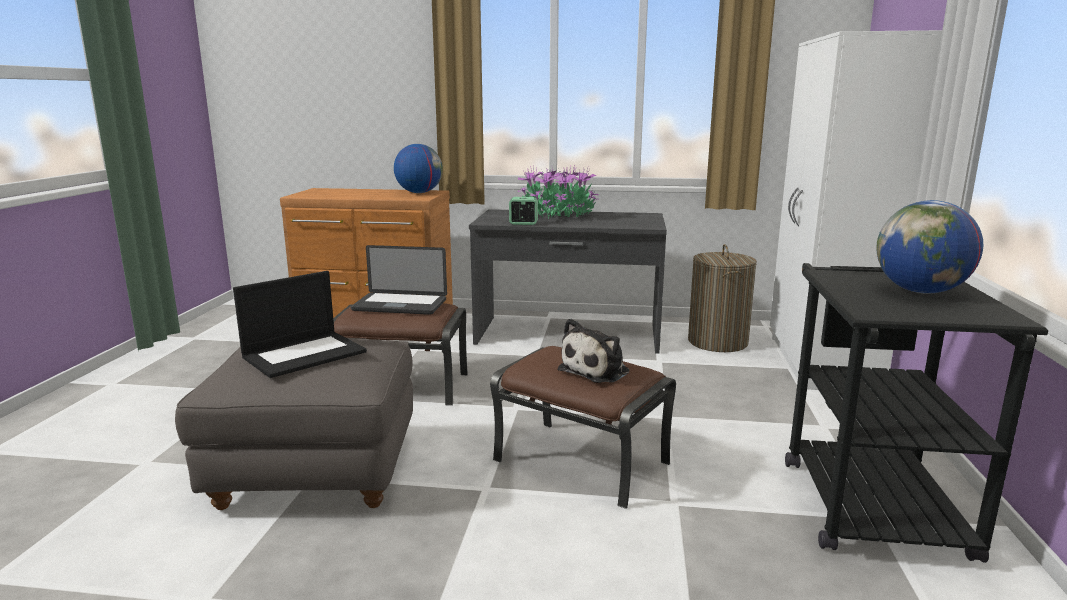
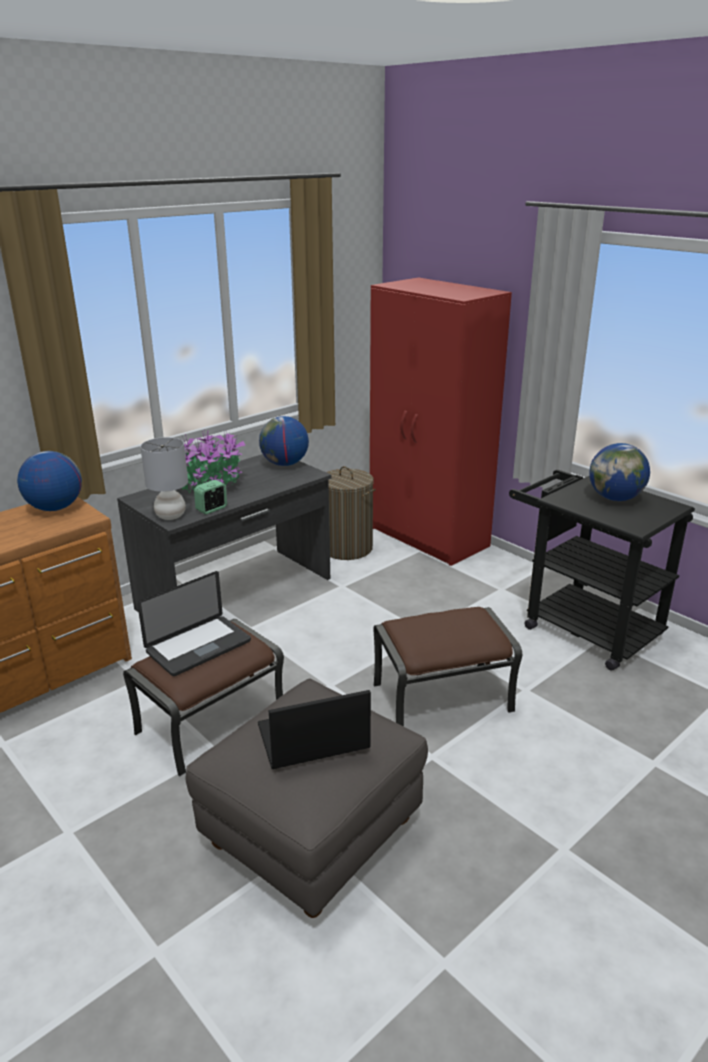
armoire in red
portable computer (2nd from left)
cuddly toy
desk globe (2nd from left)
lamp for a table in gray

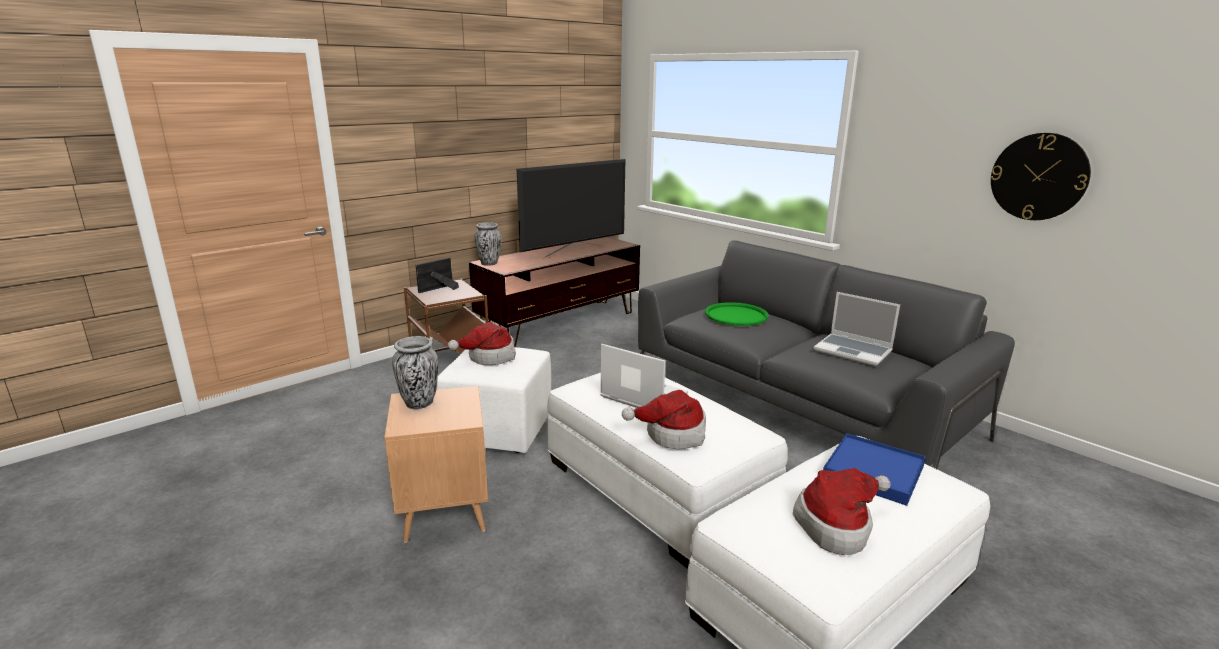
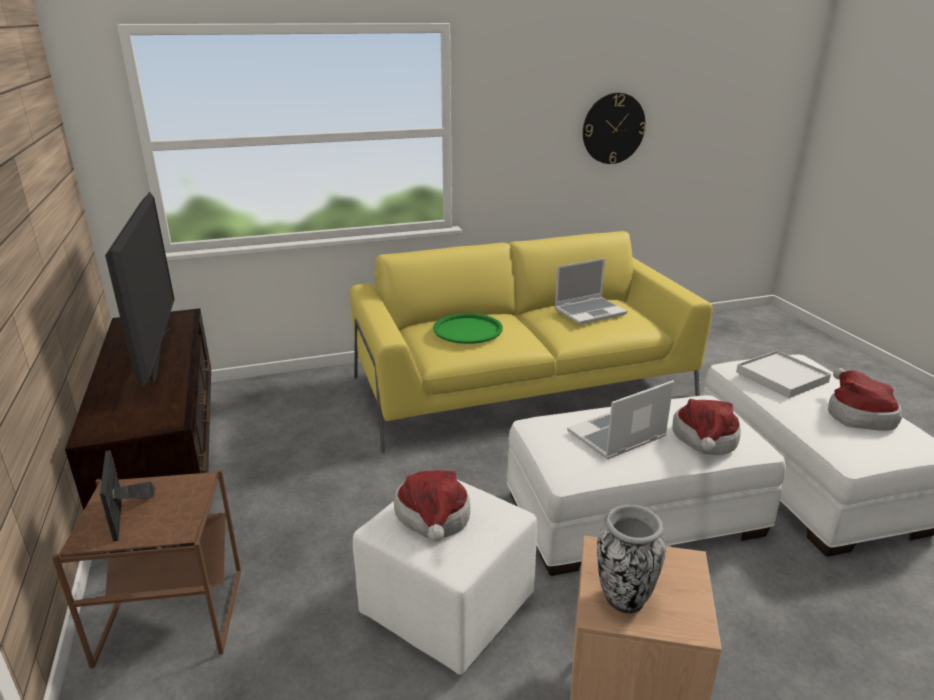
flower vase (2nd from left in the first image)
sofa in yellow-coloured
serving tray in white-coloured

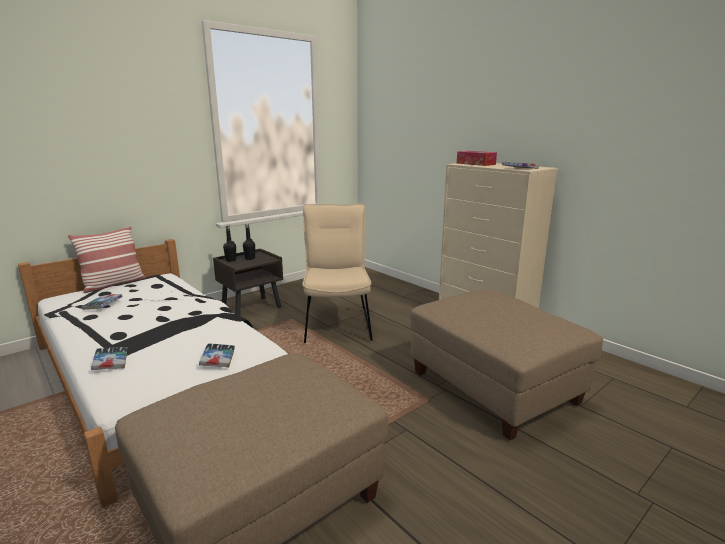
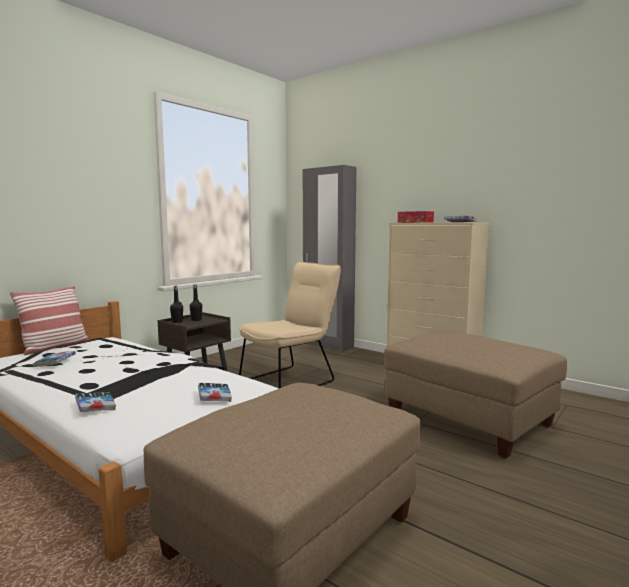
plain chair in beige-coloured
armoire in gray

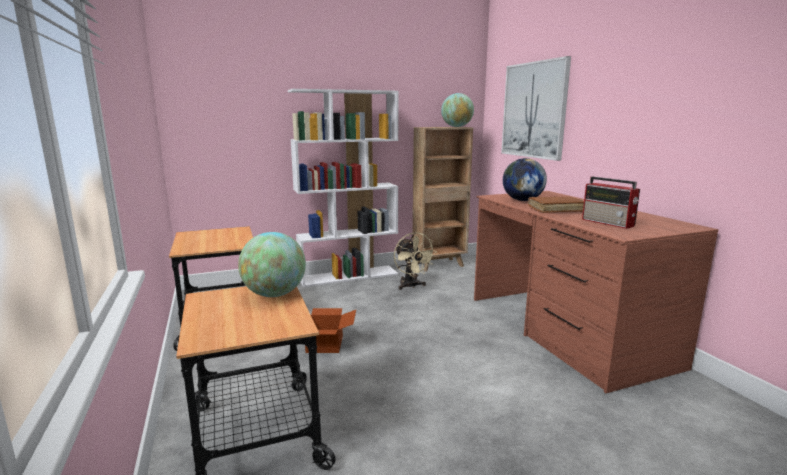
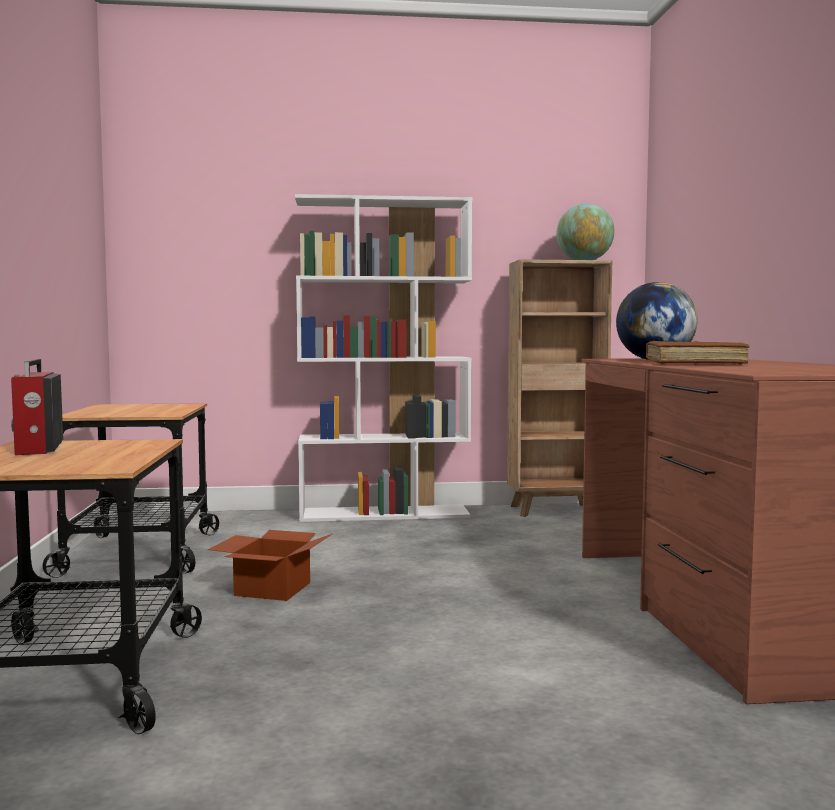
wall art
radio receiver
desk globe (1st from left in the first image)
cooling fan in beige-coloured

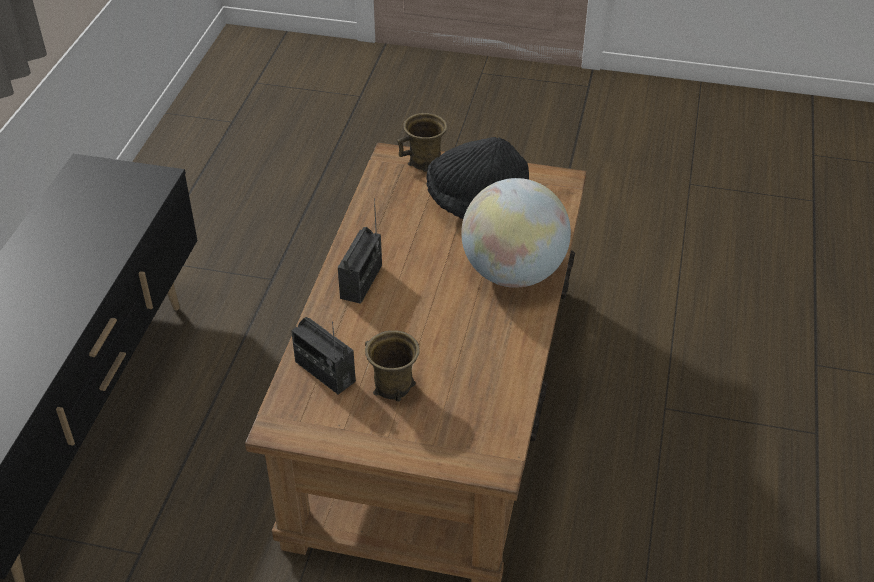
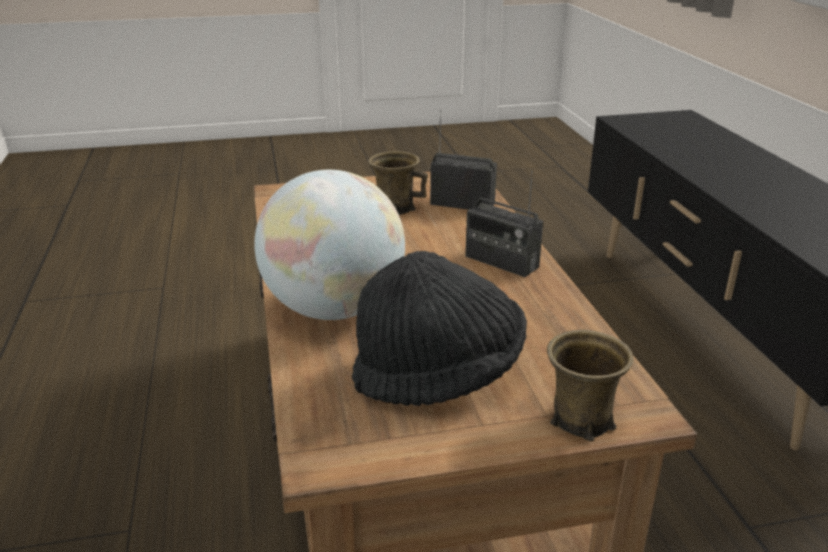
radio receiver (2nd from left)

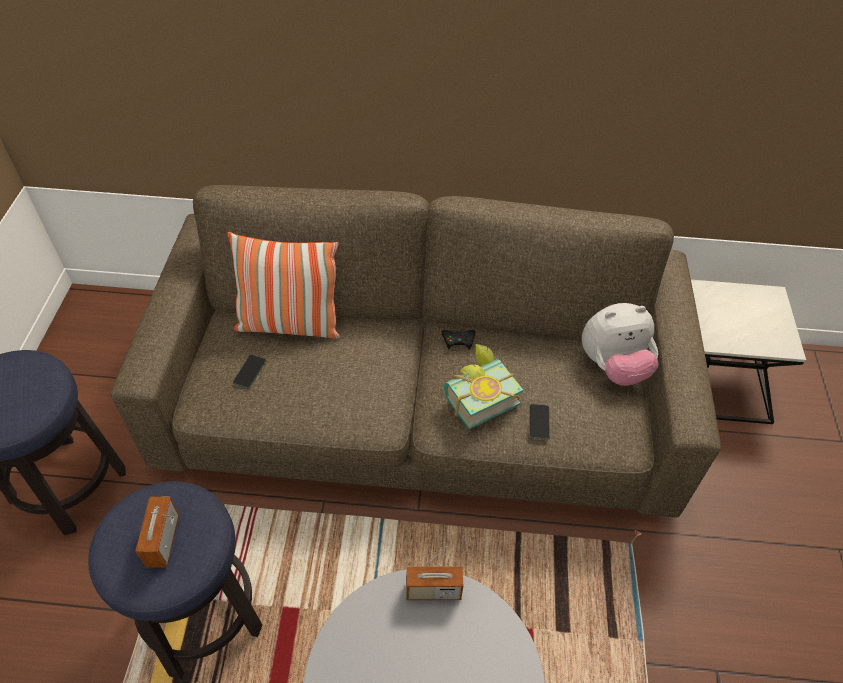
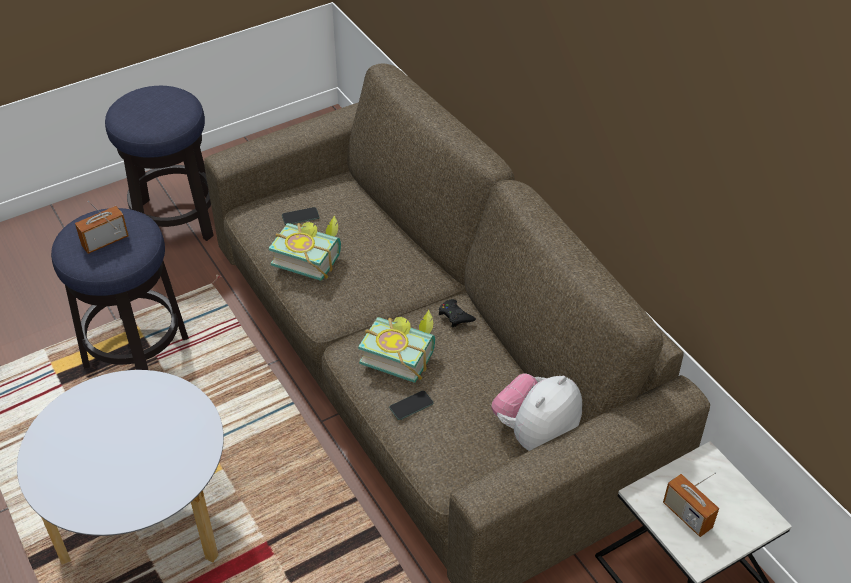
cushion
cuddly toy
radio receiver (2nd from left)
volume (1st from left)

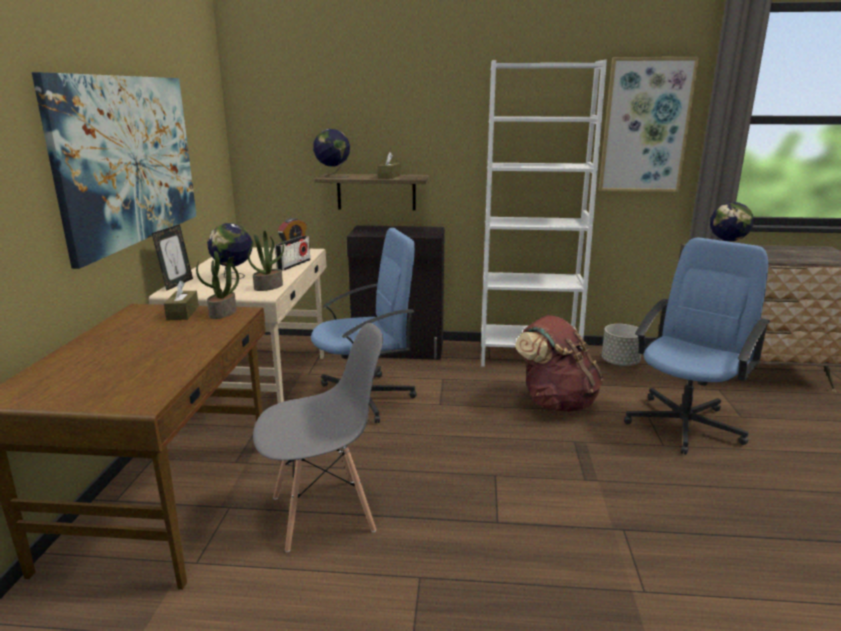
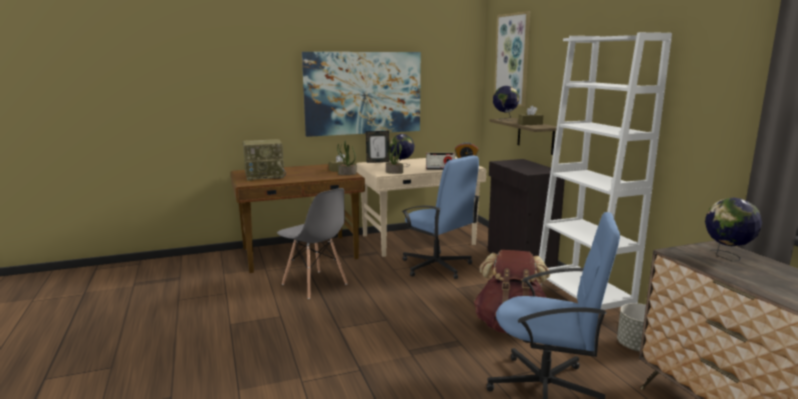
wall art (2nd from left)
radio receiver (1st from left)

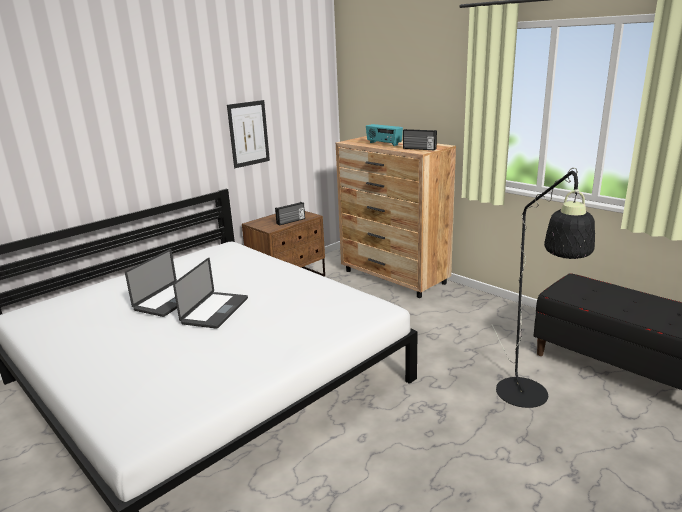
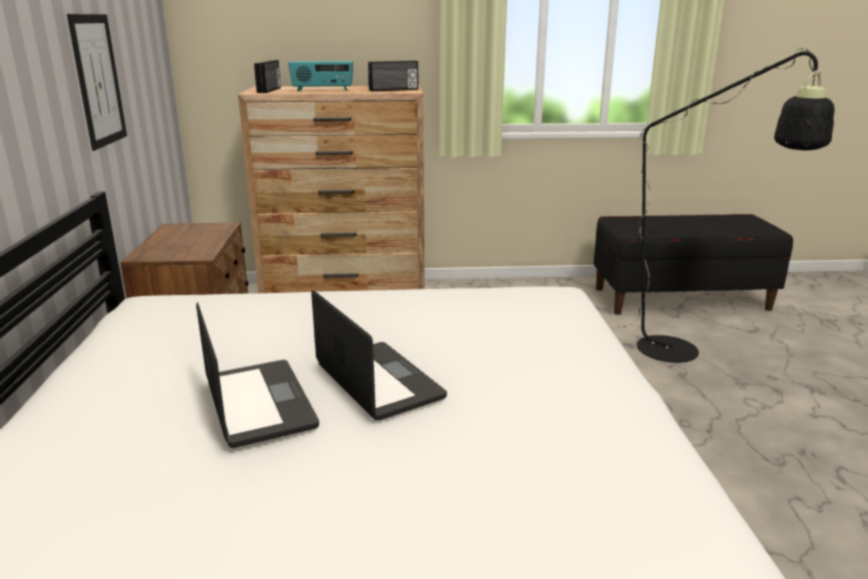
radio receiver (1st from left)

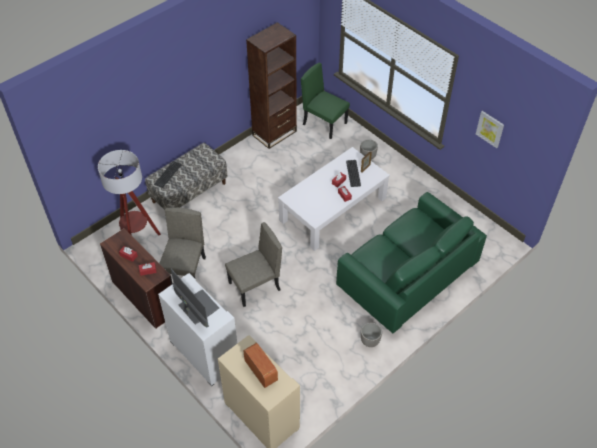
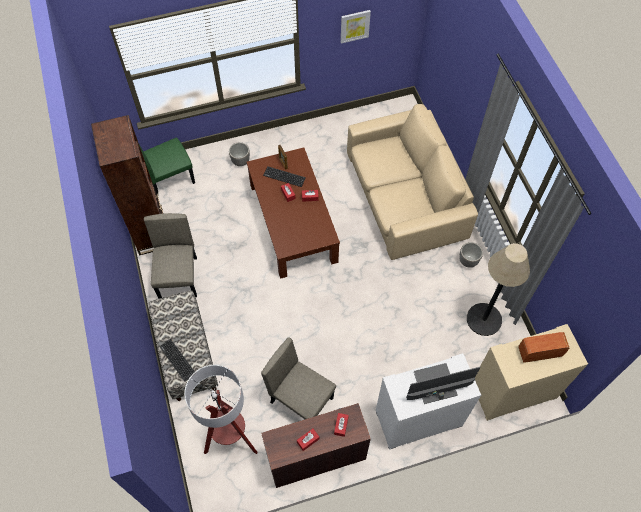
low table in brown
sofa in beige-coloured
plain chair in beige-coloured (1st from left)
standard lamp (2nd from left)

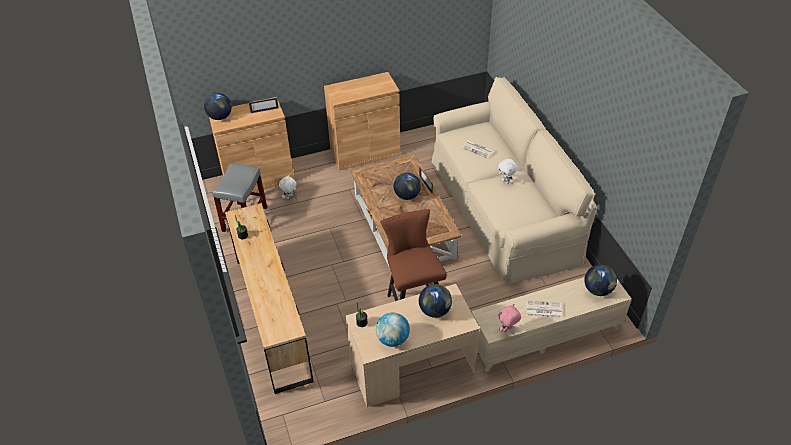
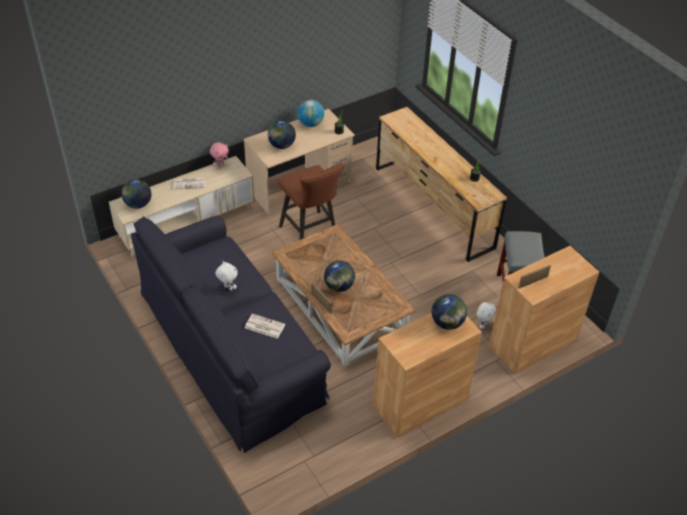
sofa in black
desk globe (5th from left)

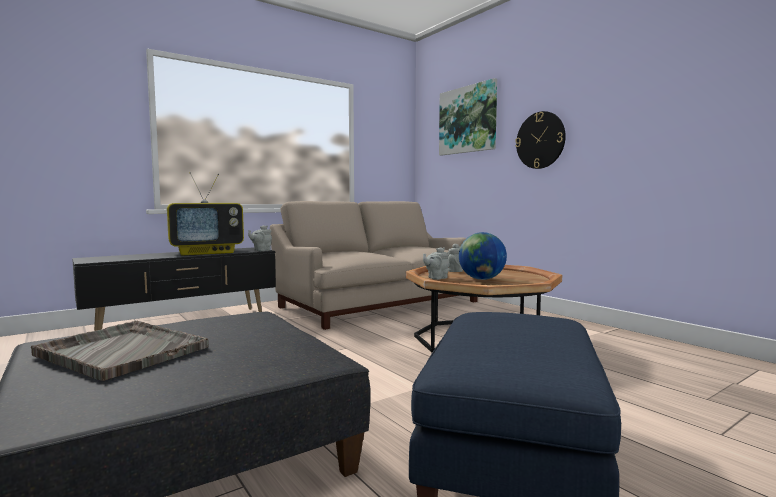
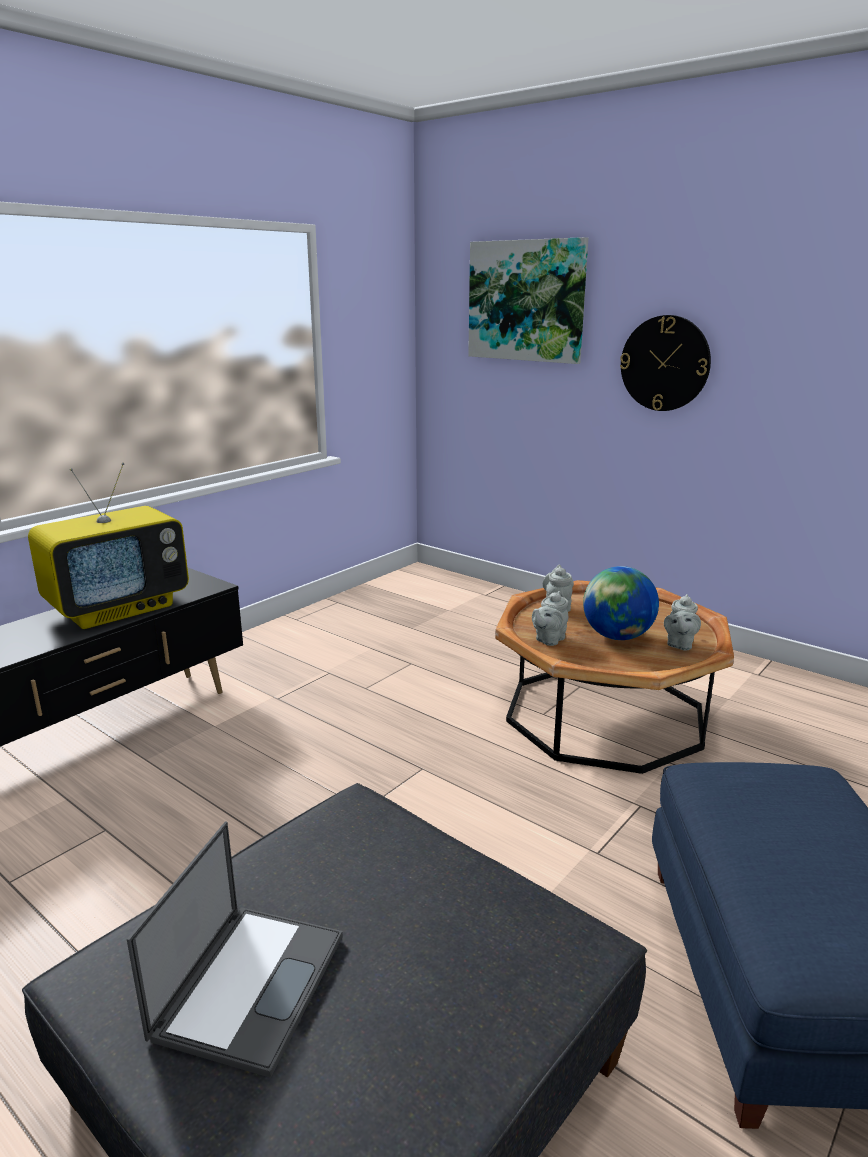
sofa in beige-coloured
tea pot in gray (3rd from left)
portable computer

